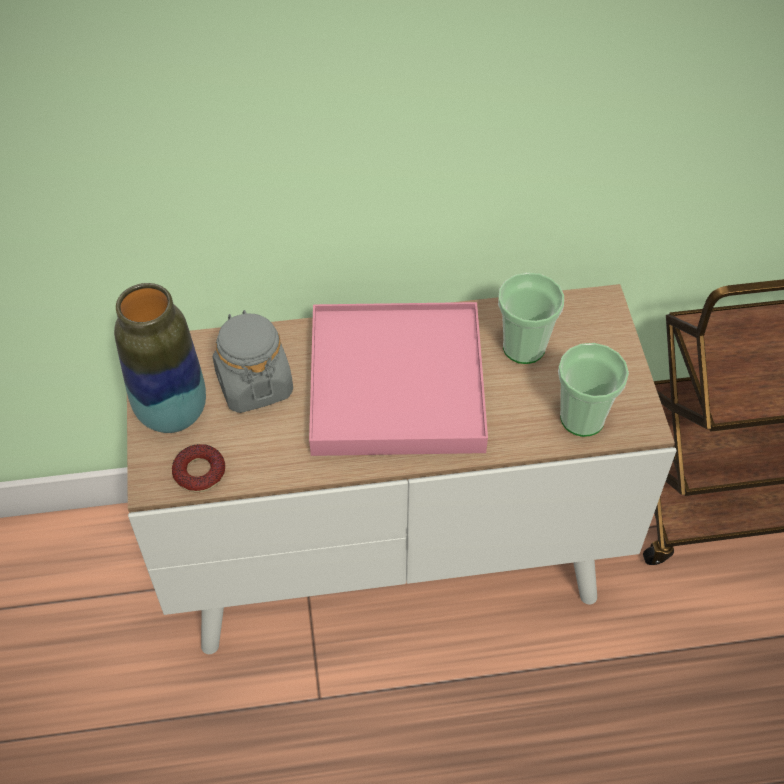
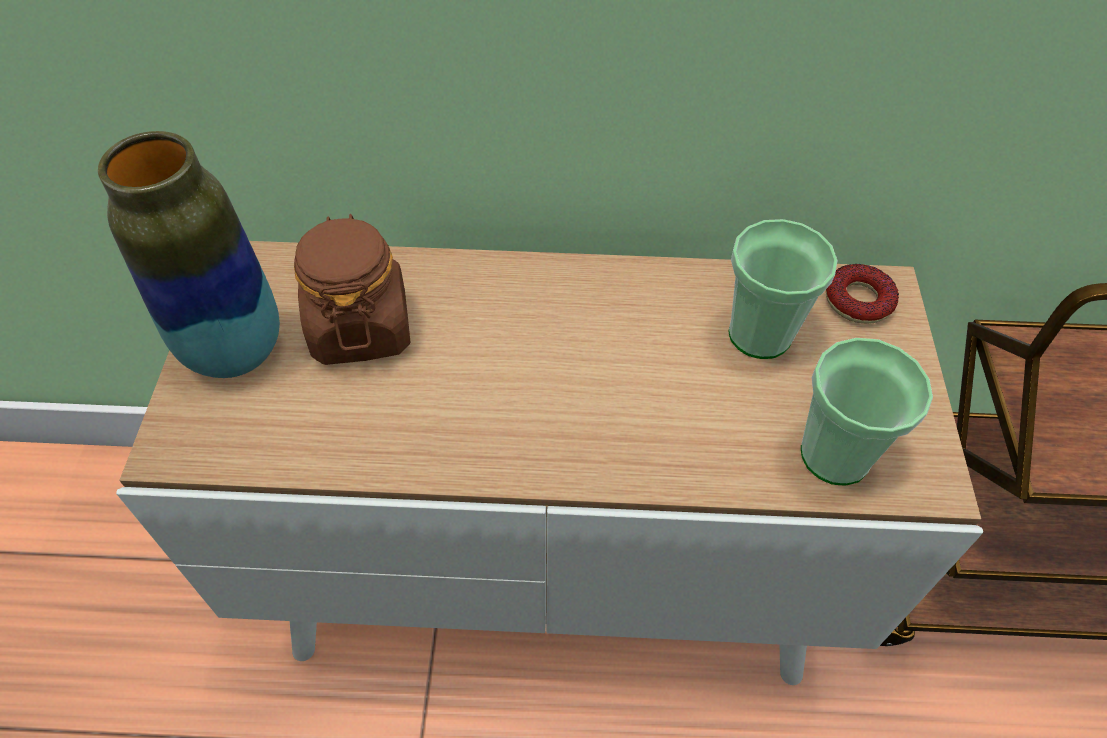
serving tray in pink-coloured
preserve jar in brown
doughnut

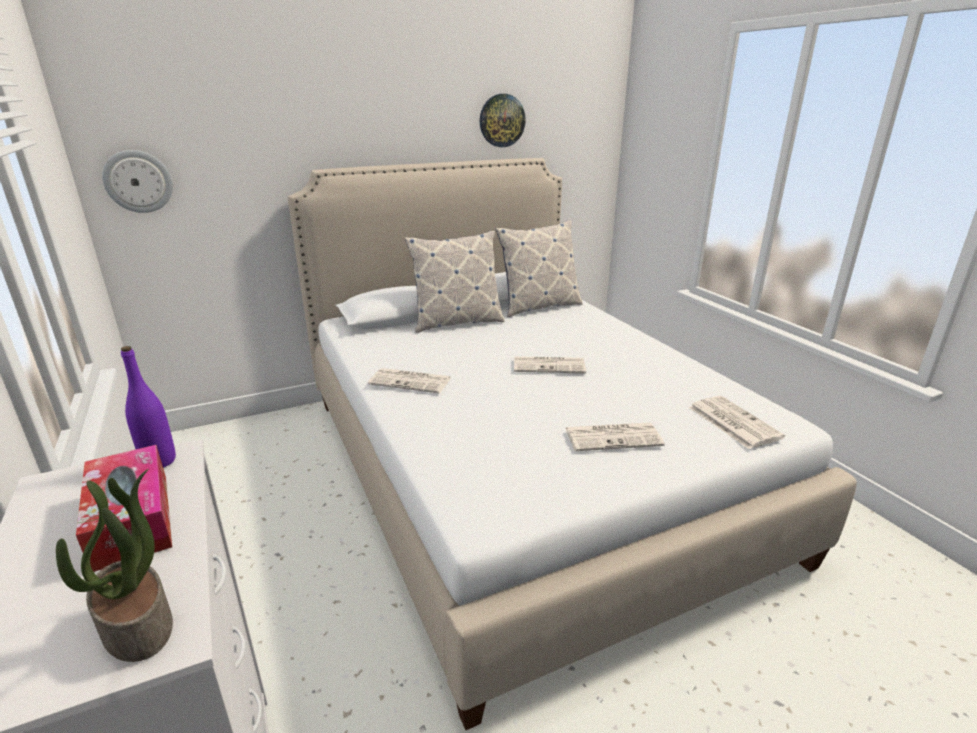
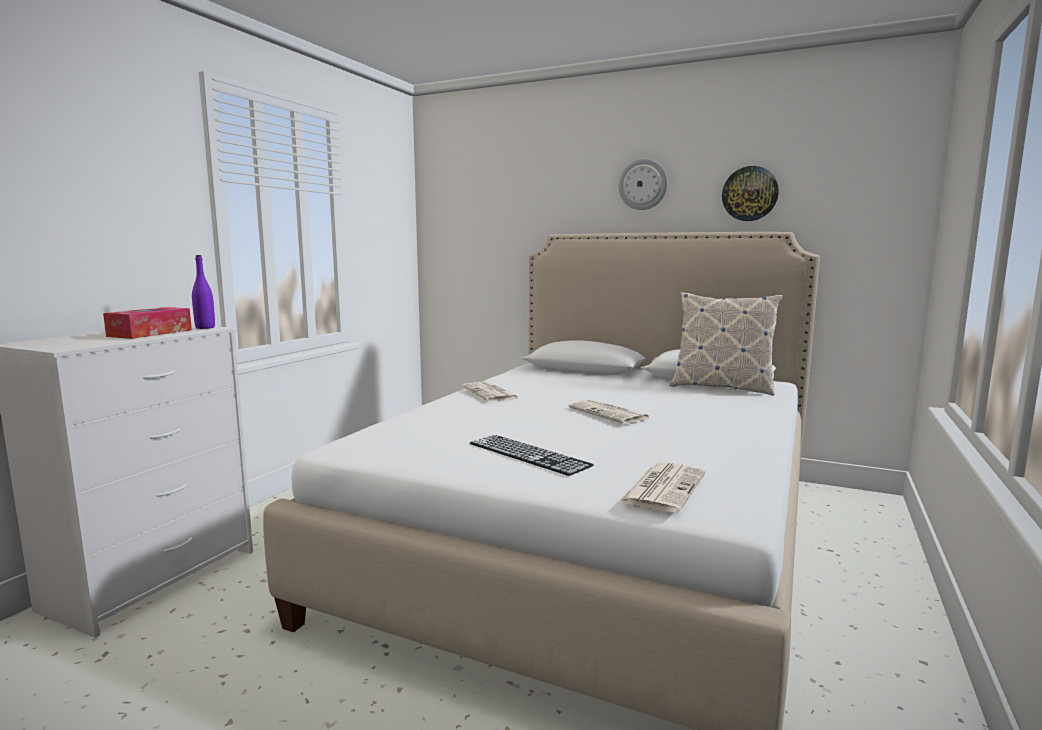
hanging clock (1st from left)
cushion (1st from left in the first image)
computer keyboard
plant in a pot

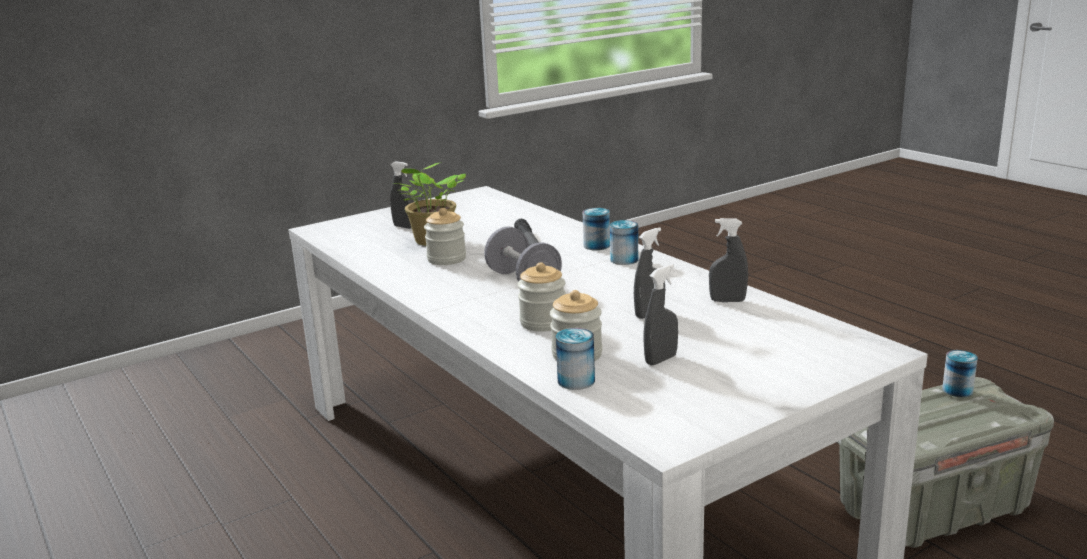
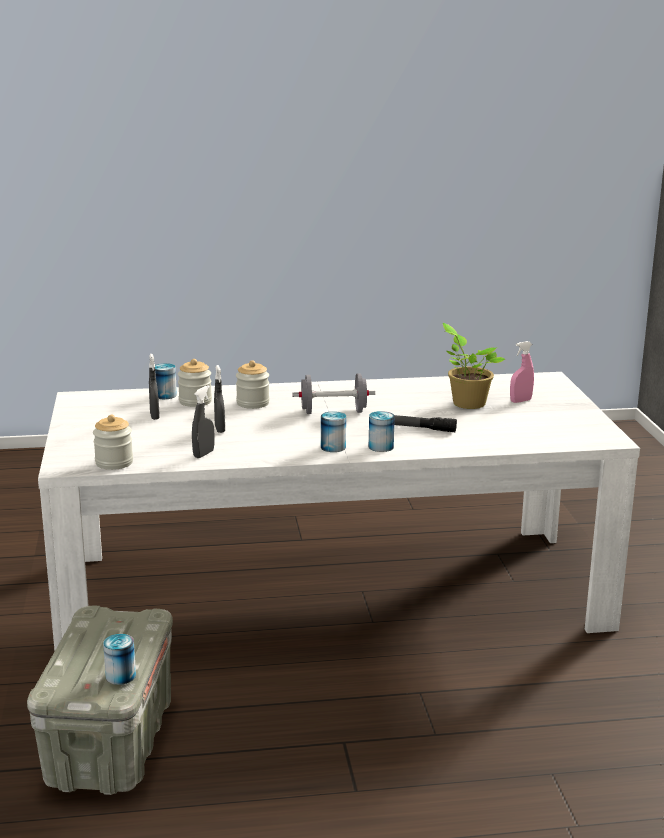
hand sprayer in pink-coloured
preserve jar (1st from left)

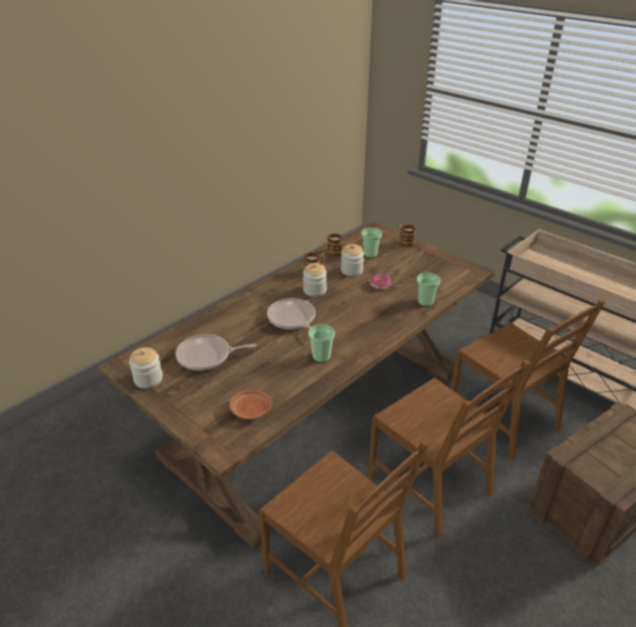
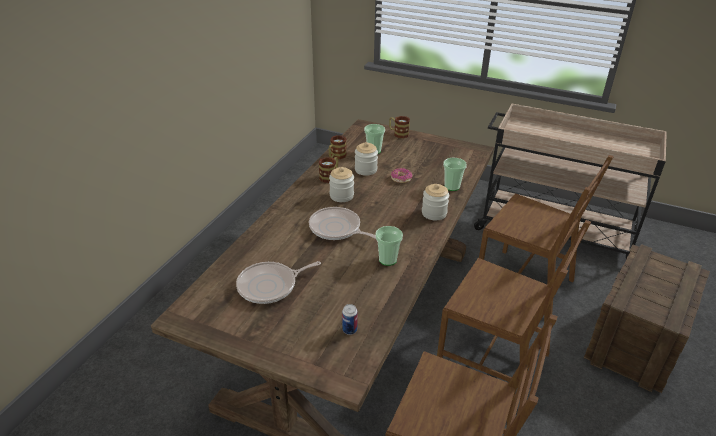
preserve jar (3rd from left)
sealed can

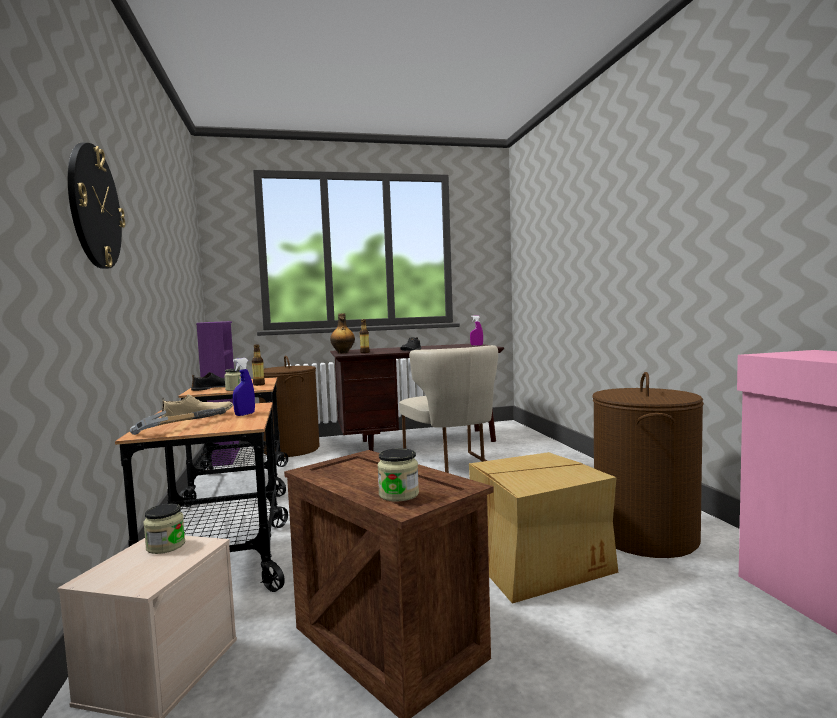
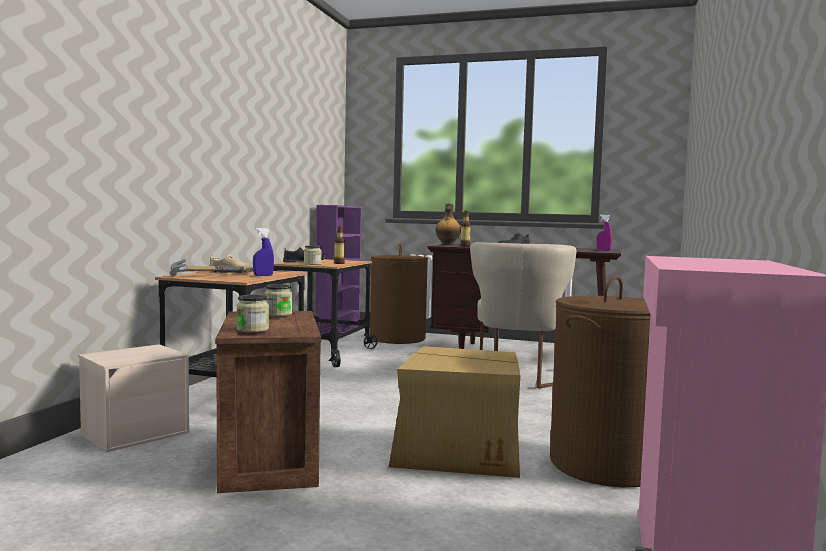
hanging clock
preserve jar (2nd from left)

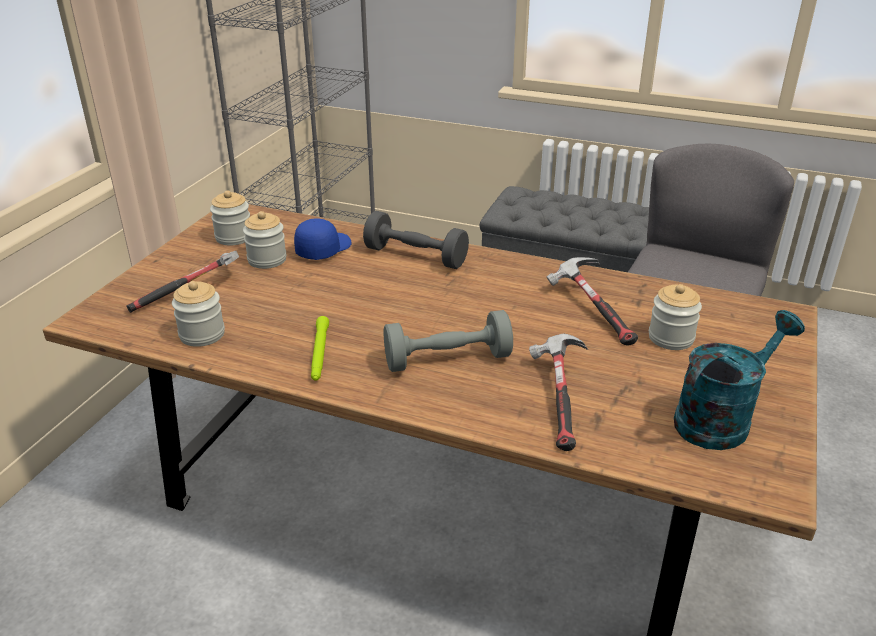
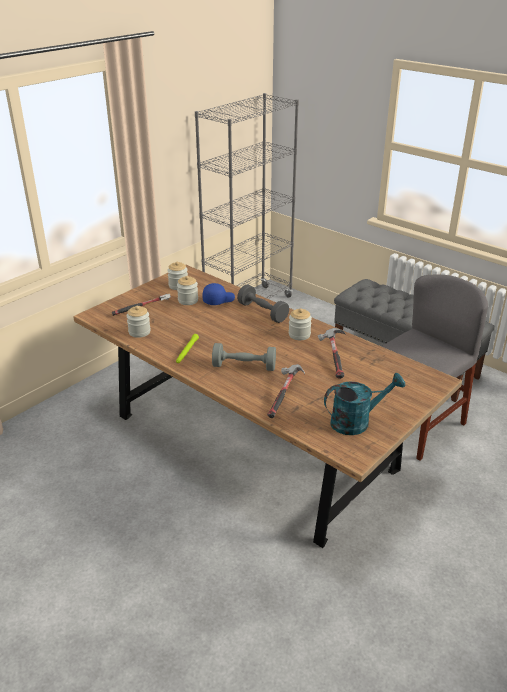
preserve jar (4th from left)

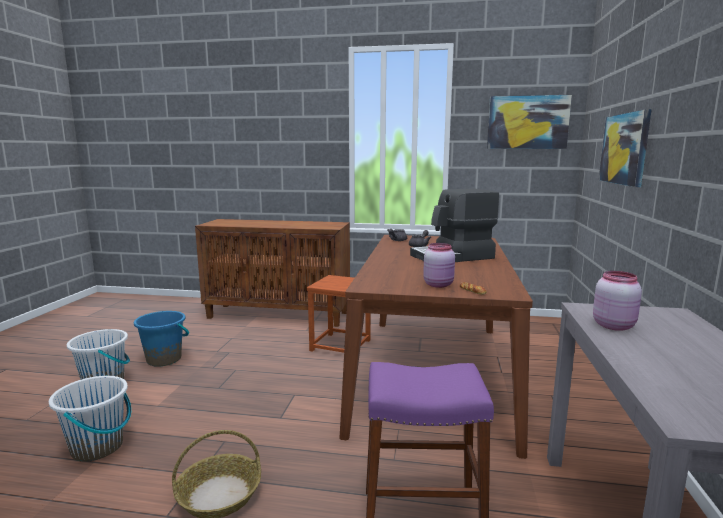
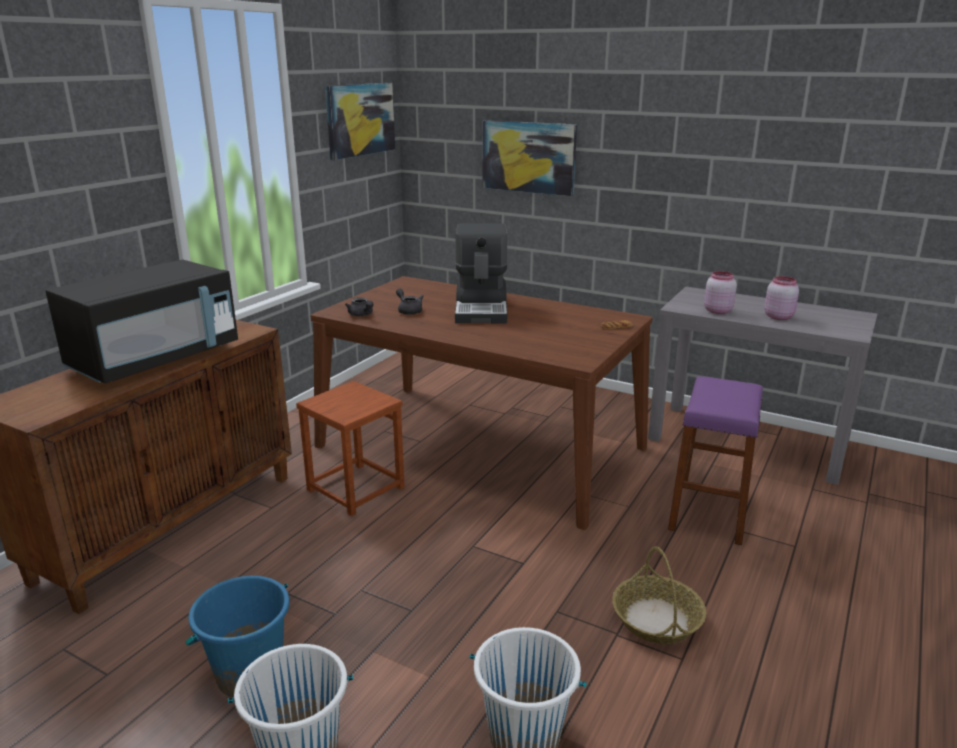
preserve jar in pink-coloured (2nd from left)
kitchen microwave in black

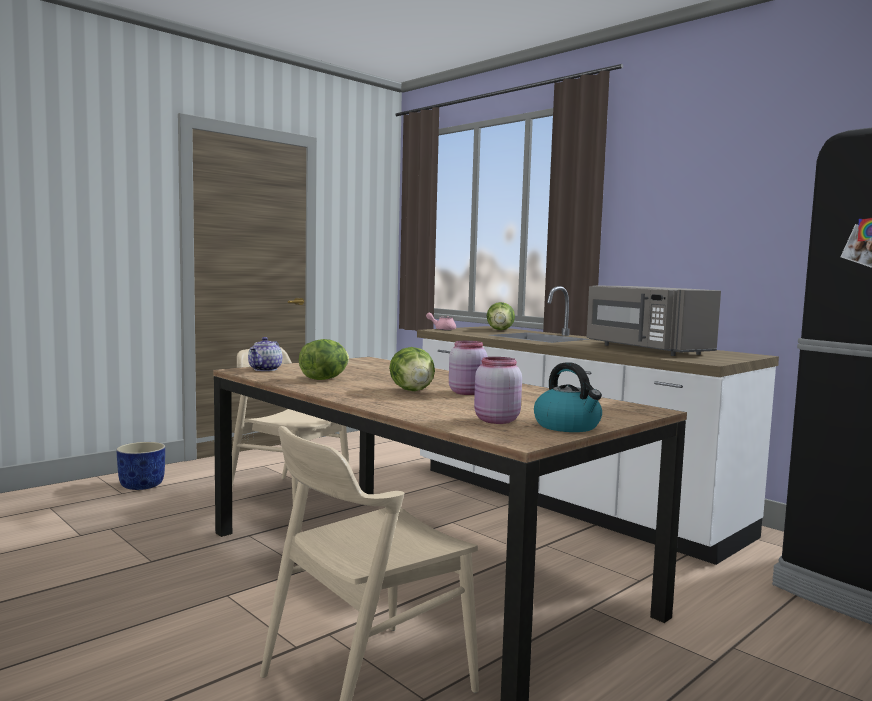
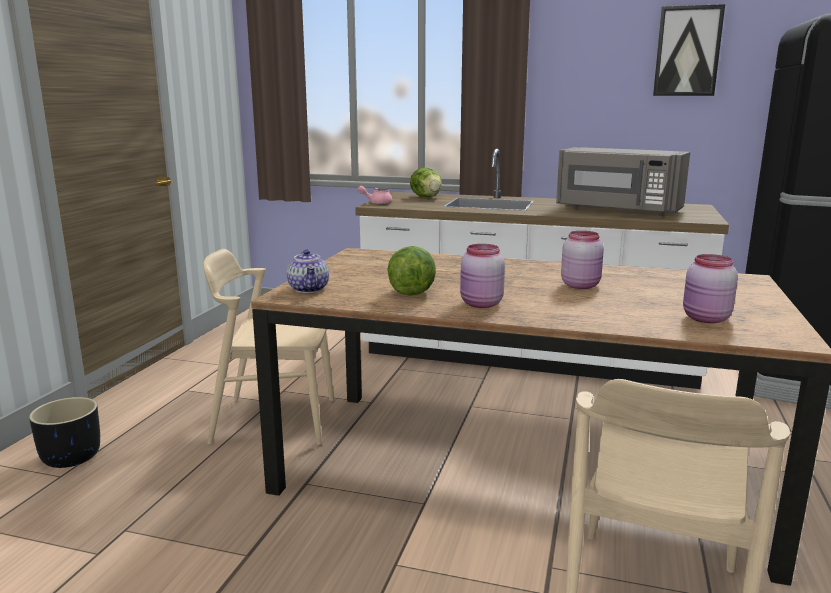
lettuce head (2nd from left in the first image)
water kettle
plant pot in black
wall art
preserve jar in pink-coloured (1st from left)

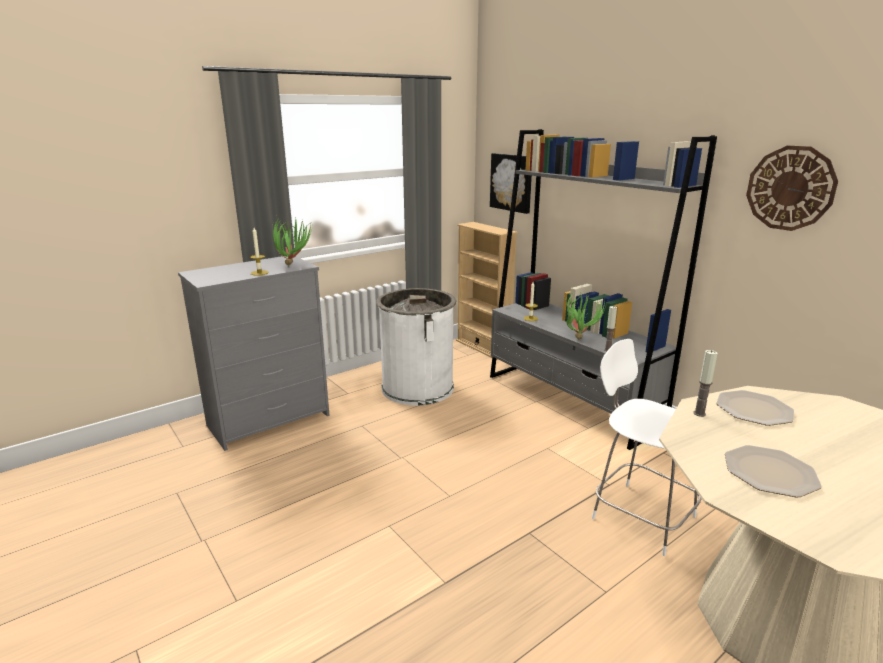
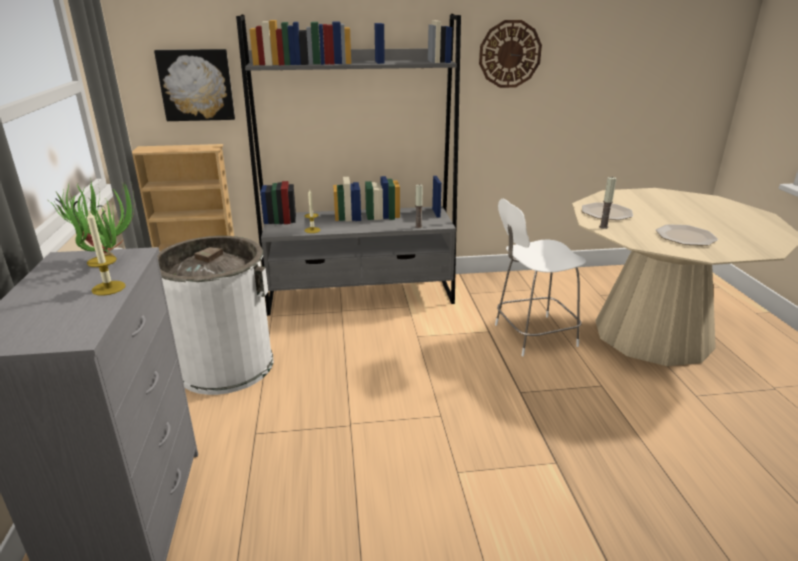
plant in a pot (2nd from left in the first image)

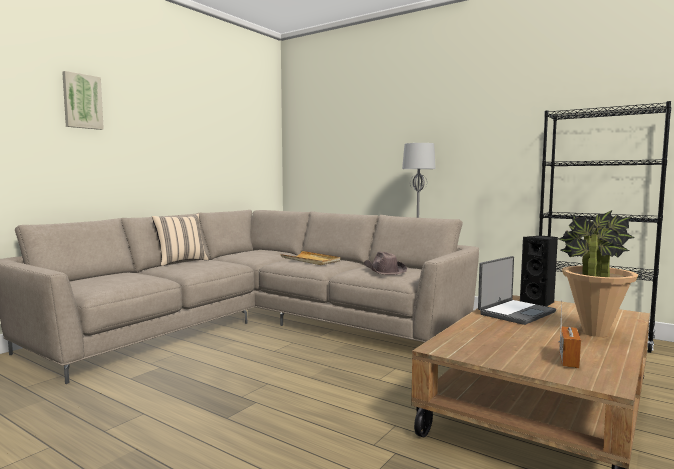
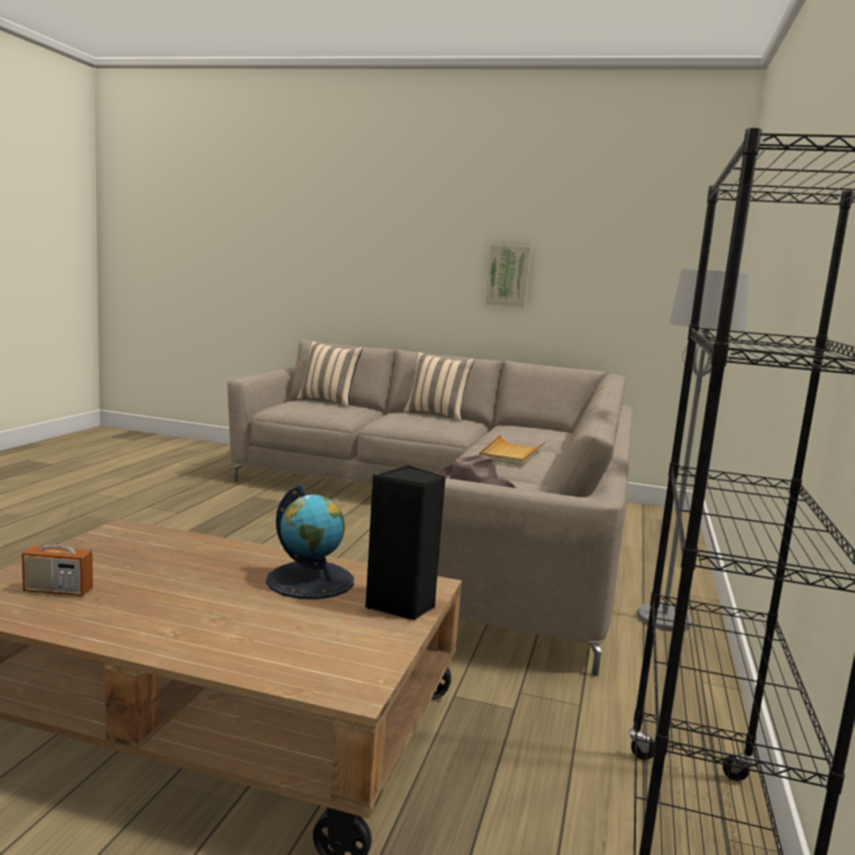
wall art
plant in a pot
desk globe
cushion in beige-coloured (1st from left)

